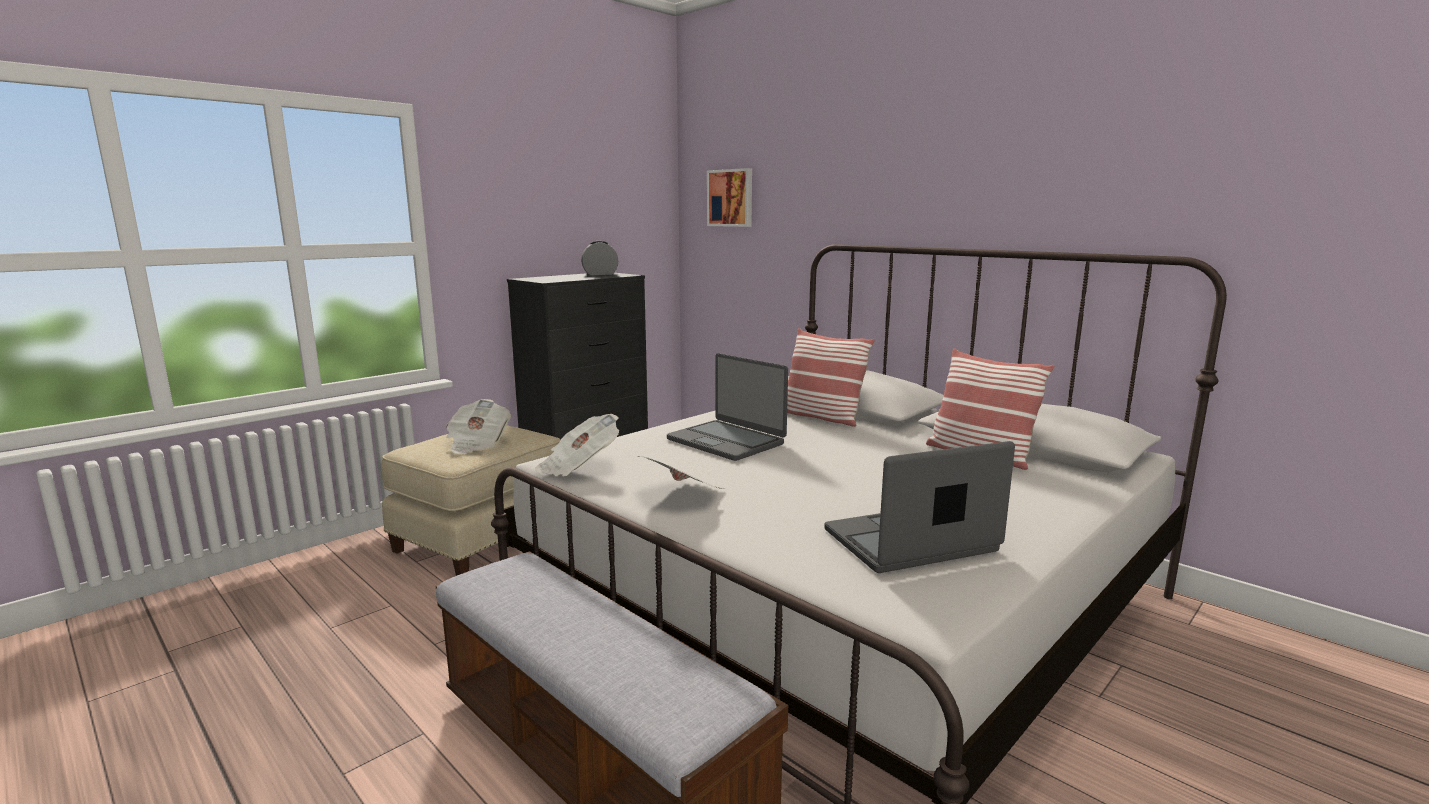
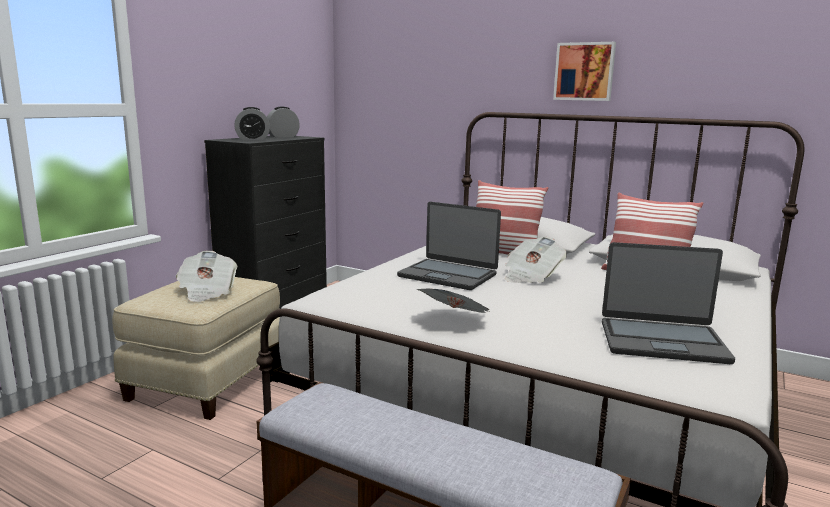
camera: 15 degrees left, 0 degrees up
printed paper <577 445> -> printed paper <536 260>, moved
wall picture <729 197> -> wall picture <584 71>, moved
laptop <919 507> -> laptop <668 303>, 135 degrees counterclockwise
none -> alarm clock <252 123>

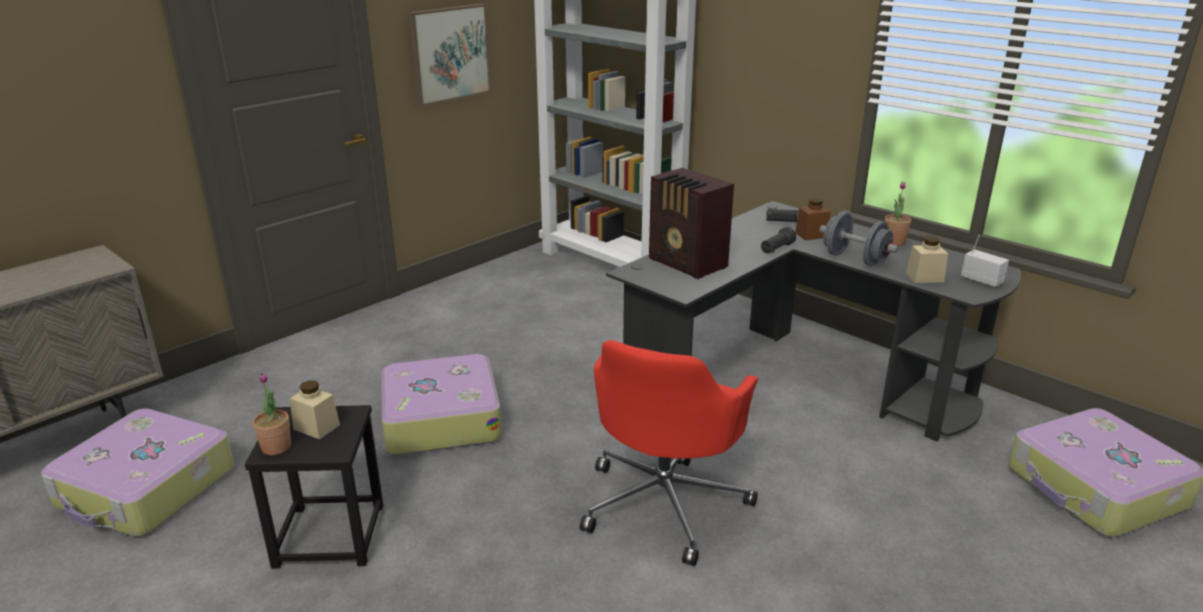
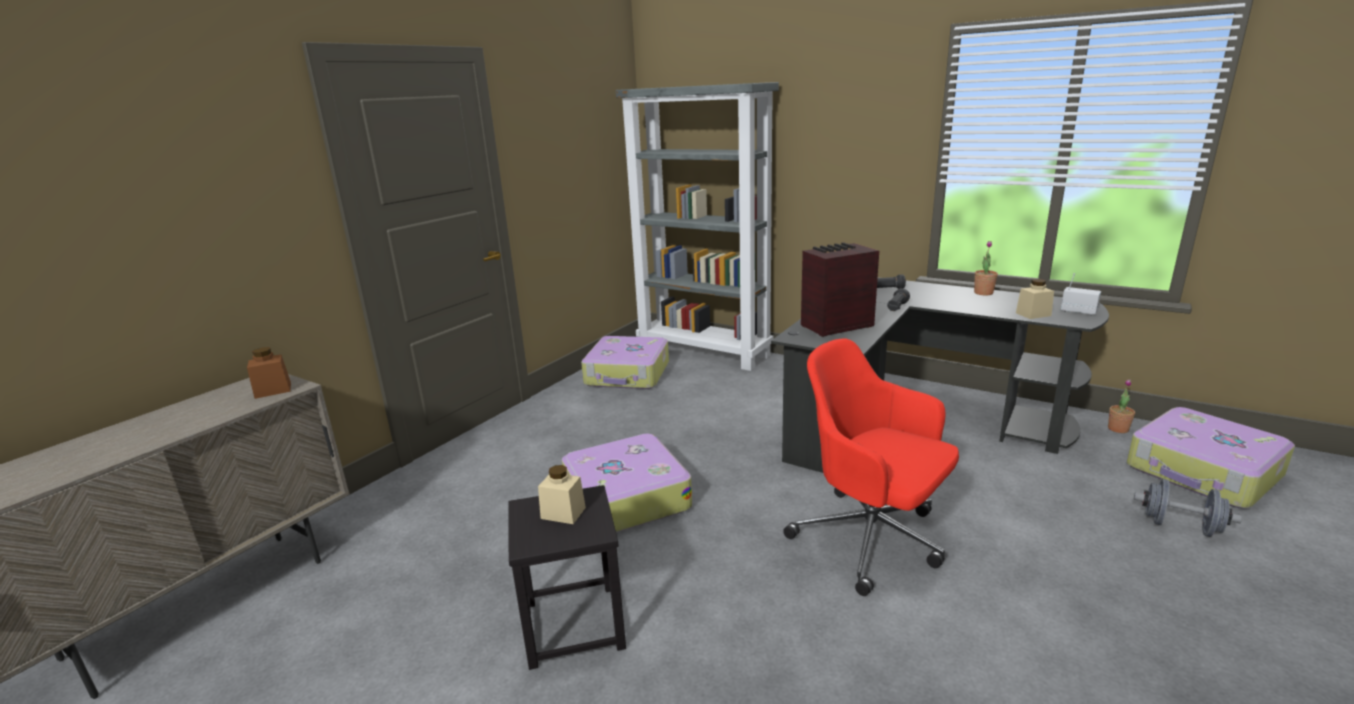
camera: 10 degrees left, 5 degrees down
travel case <137 472> -> travel case <625 362>, moved
potted plant <271 414> -> potted plant <1121 406>, moved
wall picture <450 55> -> none
desk chair/red-coloured <669 453> -> desk chair/red-coloured <871 467>, 120 degrees clockwise
radio set <691 223> -> radio set <840 289>, 120 degrees clockwise
preserve jar/brown <813 219> -> preserve jar/brown <269 373>, moved
hand weight/grey <859 239> -> hand weight/grey <1188 508>, moved

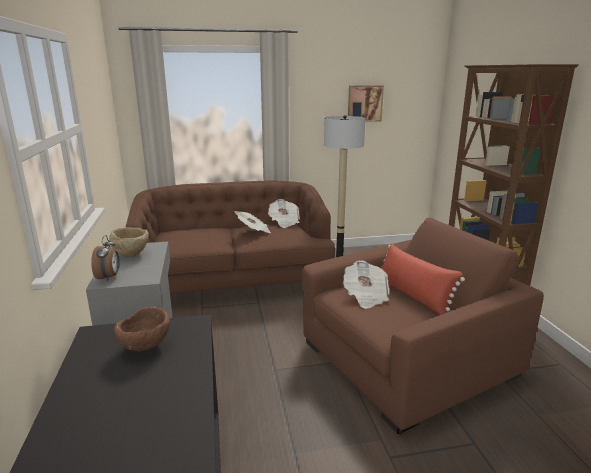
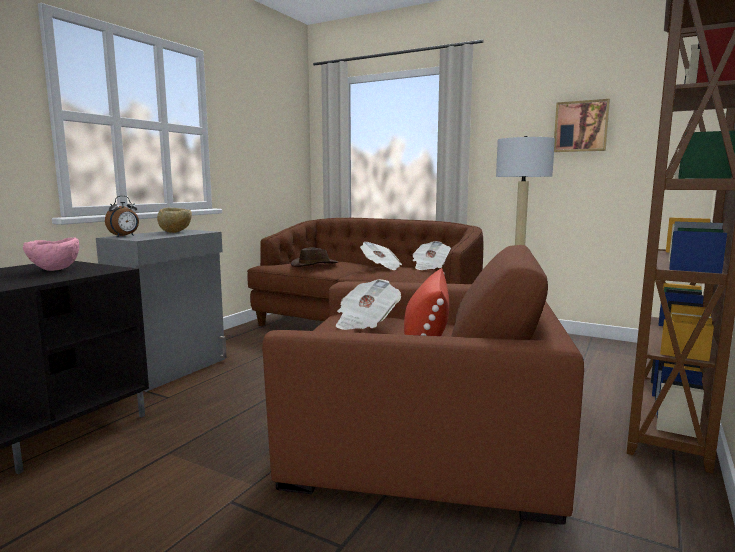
camera: 40 degrees right, 10 degrees down
serving bowl/brown <142 329> -> serving bowl/pinkish <51 254>
none -> wearable hat/brown <314 257>

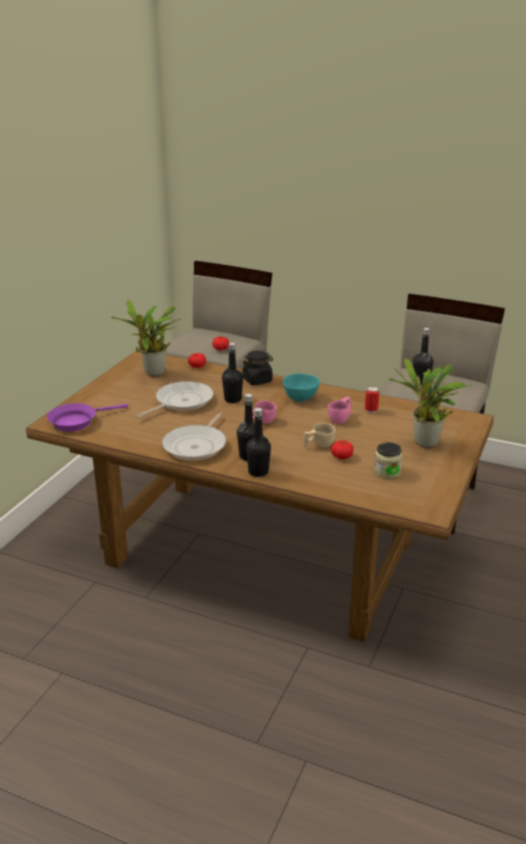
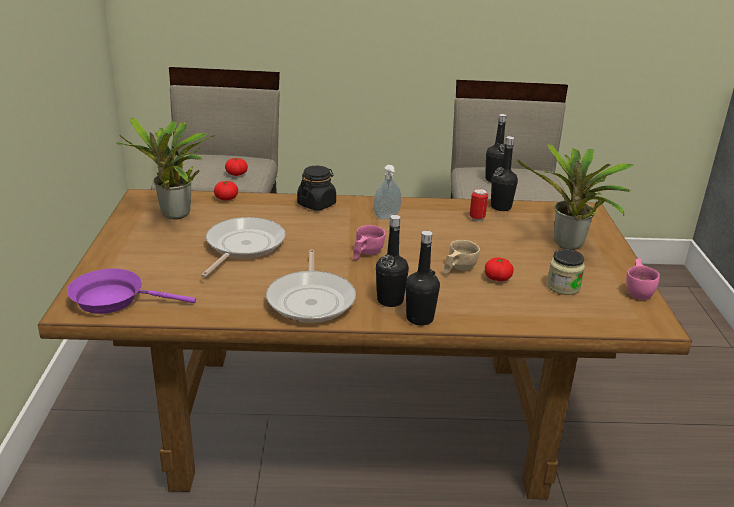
camera: 25 degrees left, 0 degrees up
skillet/purple <87 417> -> skillet/purple <131 291>, 60 degrees clockwise
bottle/black-coloured <232 373> -> bottle/black-coloured <504 173>, moved
serving bowl/turquoise-coloured <301 387> -> soap dispenser <388 192>
drinking cup/pinkish <339 410> -> drinking cup/pinkish <643 279>, moved

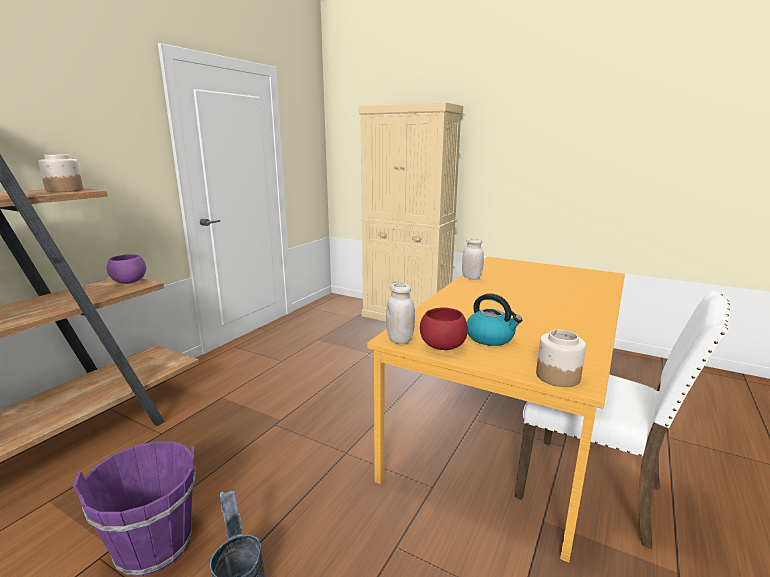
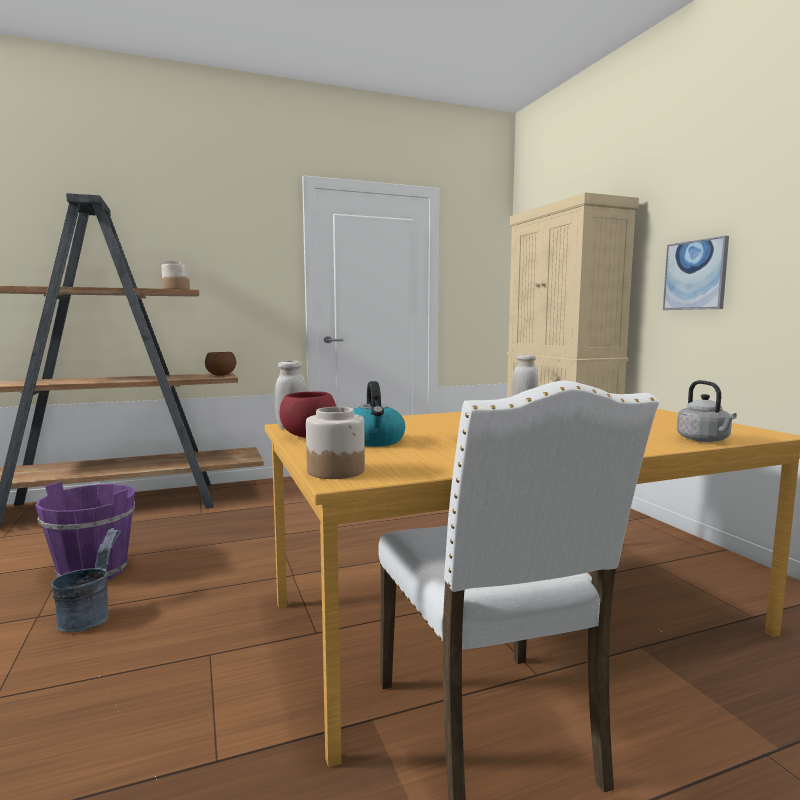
camera: 40 degrees right, 10 degrees down
serving bowl/purple <126 269> -> serving bowl/brown <220 364>
none -> wall picture <696 273>
none -> tea kettle/grey <707 411>

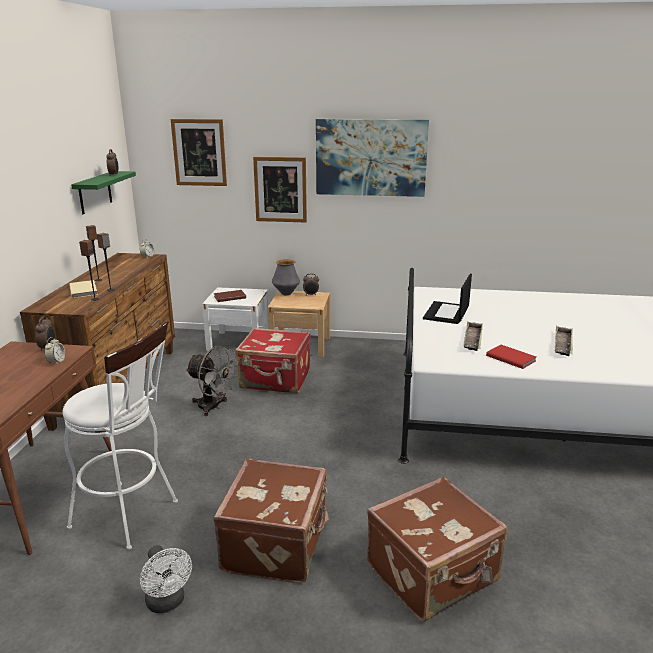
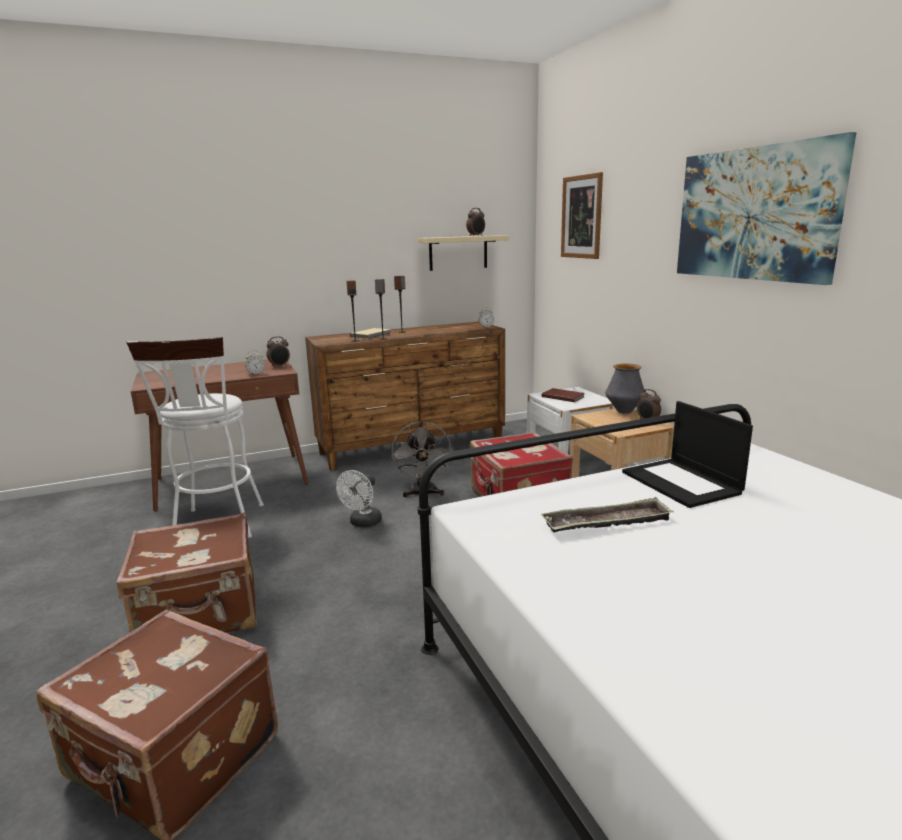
camera: 60 degrees right, 5 degrees down
shelf/green-coloured <103 192> -> shelf/sand-coloured <463 253>
cooling fan/whitish <166 579> -> cooling fan/whitish <359 499>, moved
wall picture <280 189> -> none
laptop <447 299> -> laptop <687 454>, 105 degrees counterclockwise
book/red-coloured <511 357> -> none
tray <564 341> -> none

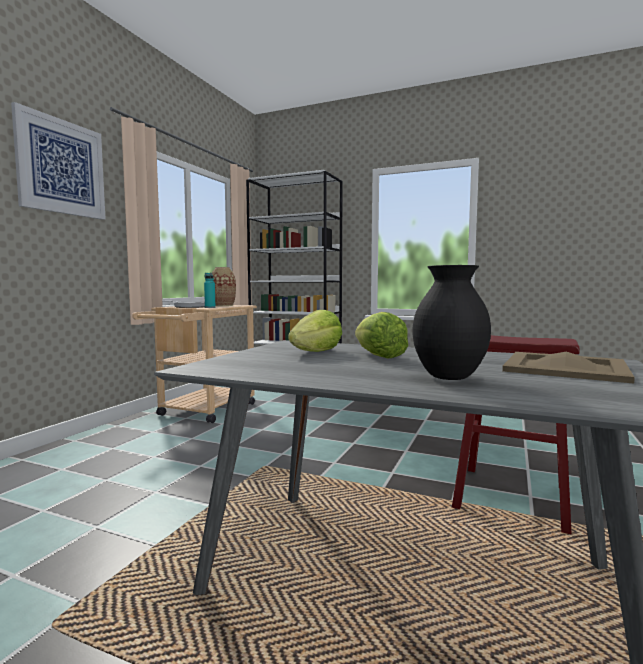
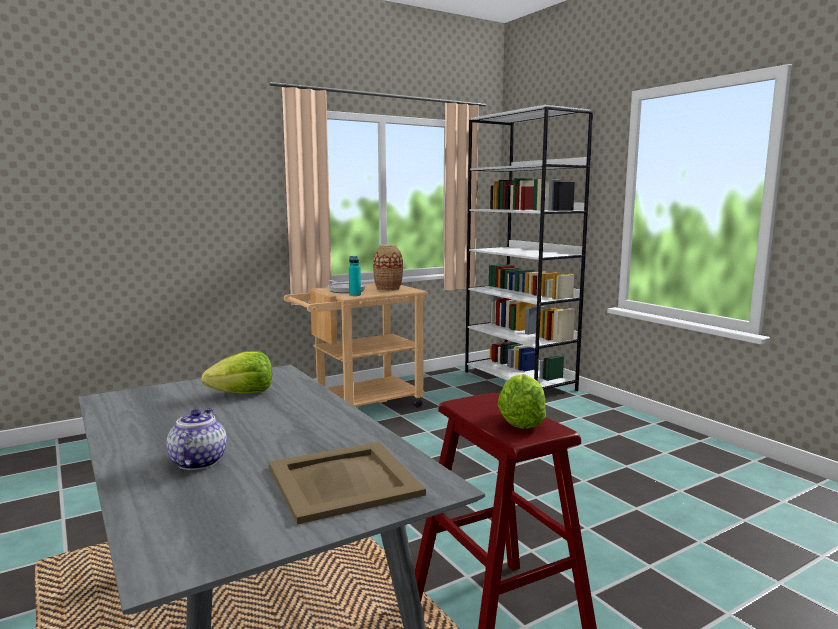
camera: 35 degrees right, 5 degrees up
wall picture <58 161> -> none
head of lettuce <381 335> -> head of lettuce <522 401>, moved
decorative vase/black-coloured <452 322> -> pot for tea <196 439>

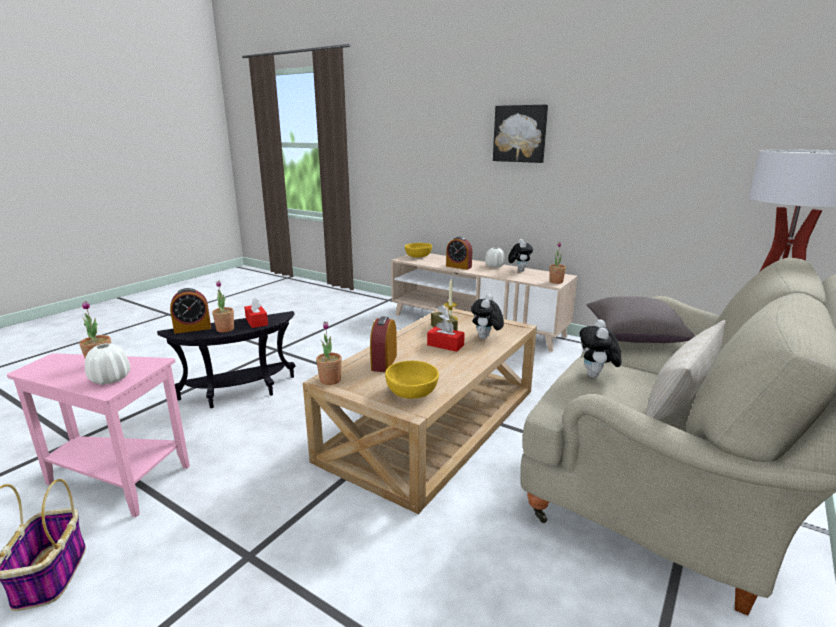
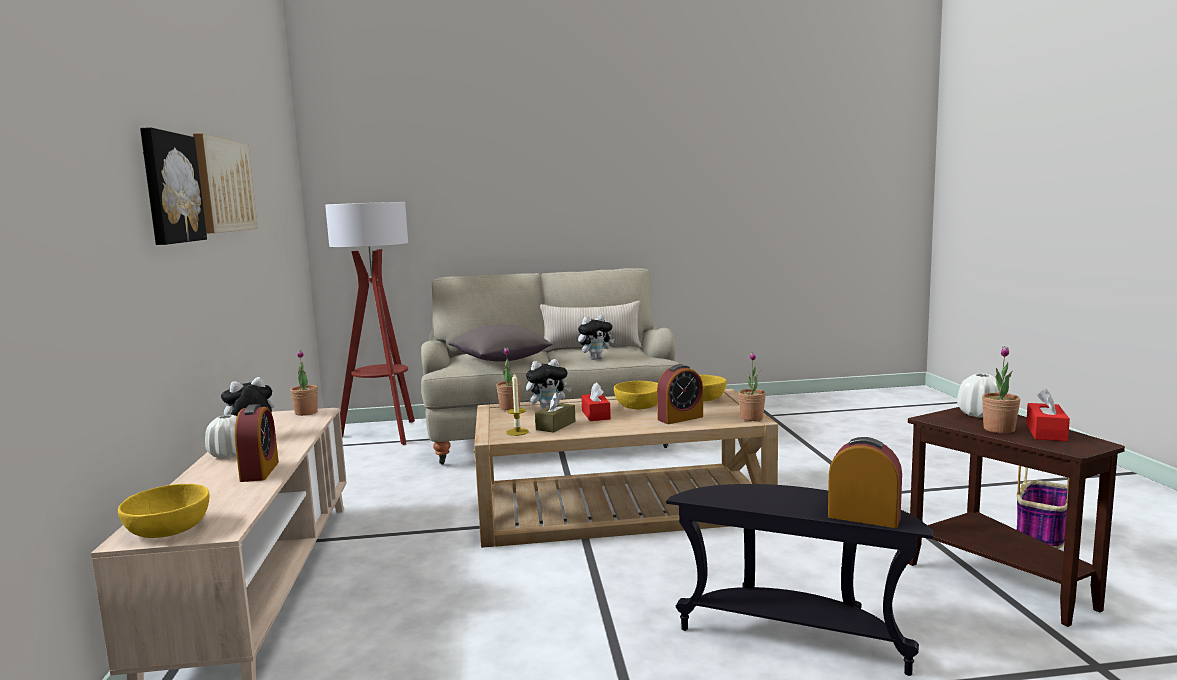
camera: 130 degrees left, 10 degrees down
side table/pinkish <98 435> -> side table/brown <1016 517>
potted plant <223 306> -> potted plant <508 378>, moved
box of tissues/red-coloured <256 313> -> box of tissues/red-coloured <1048 414>, moved
none -> wall picture <225 183>
none -> serving bowl/yellow-coloured <636 395>

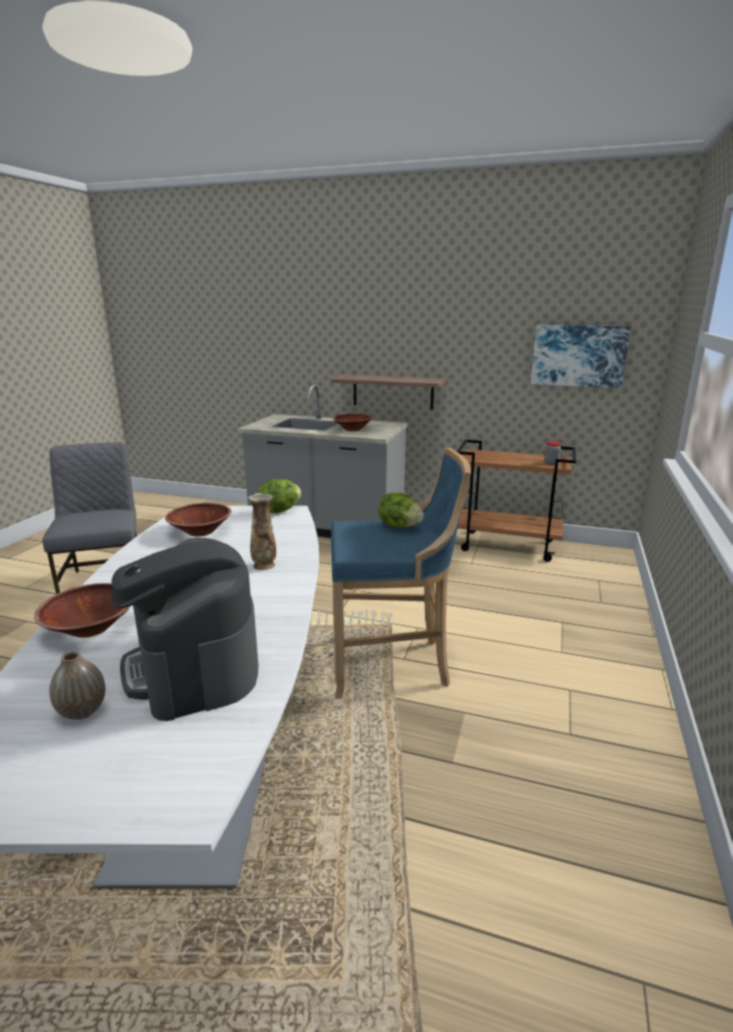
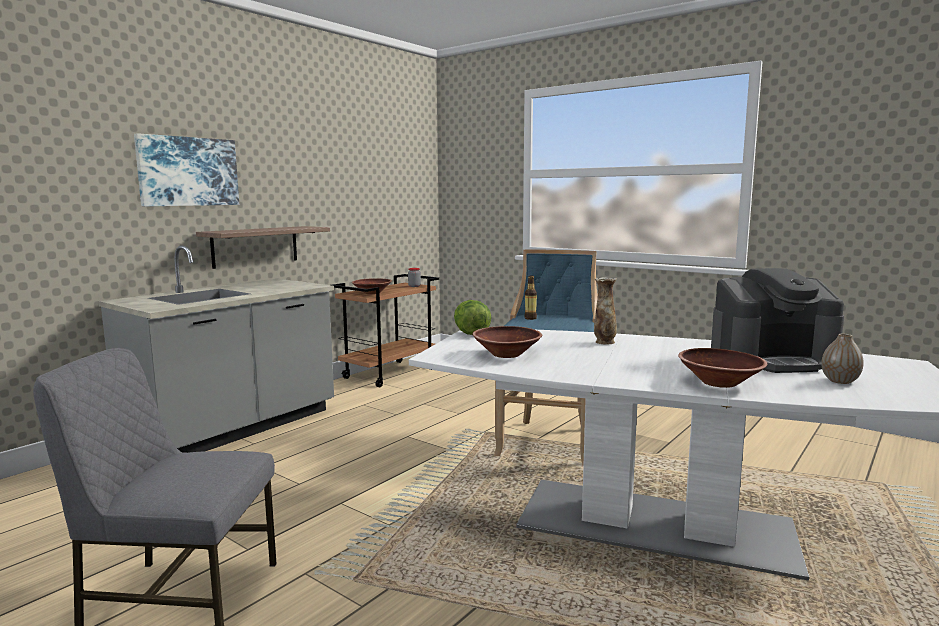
camera: 70 degrees left, 10 degrees down
serving bowl/brown <353 422> -> serving bowl/brown <372 286>, moved
head of lettuce <401 510> -> bottle <531 298>
wall picture <581 356> -> wall picture <186 169>, moved

